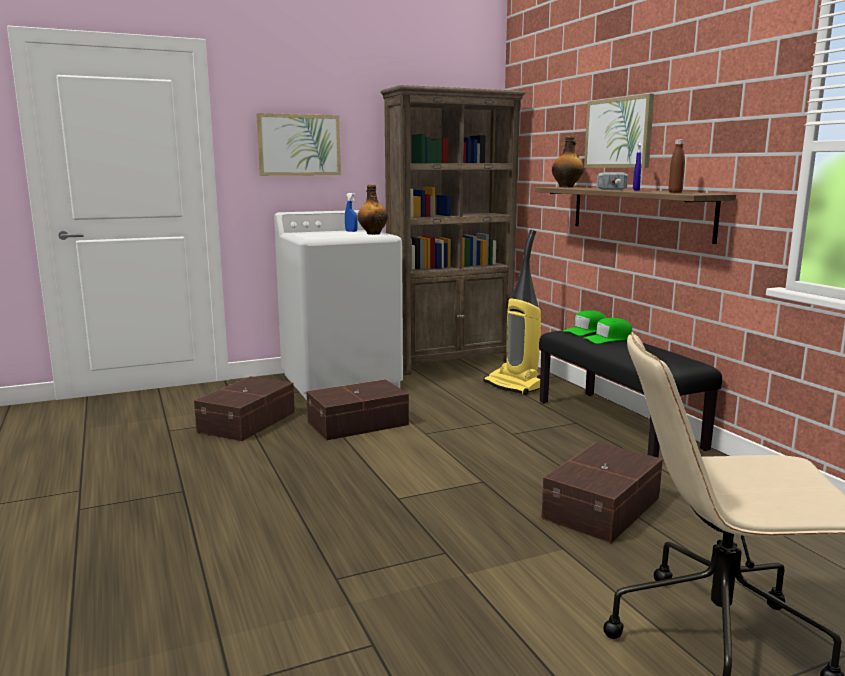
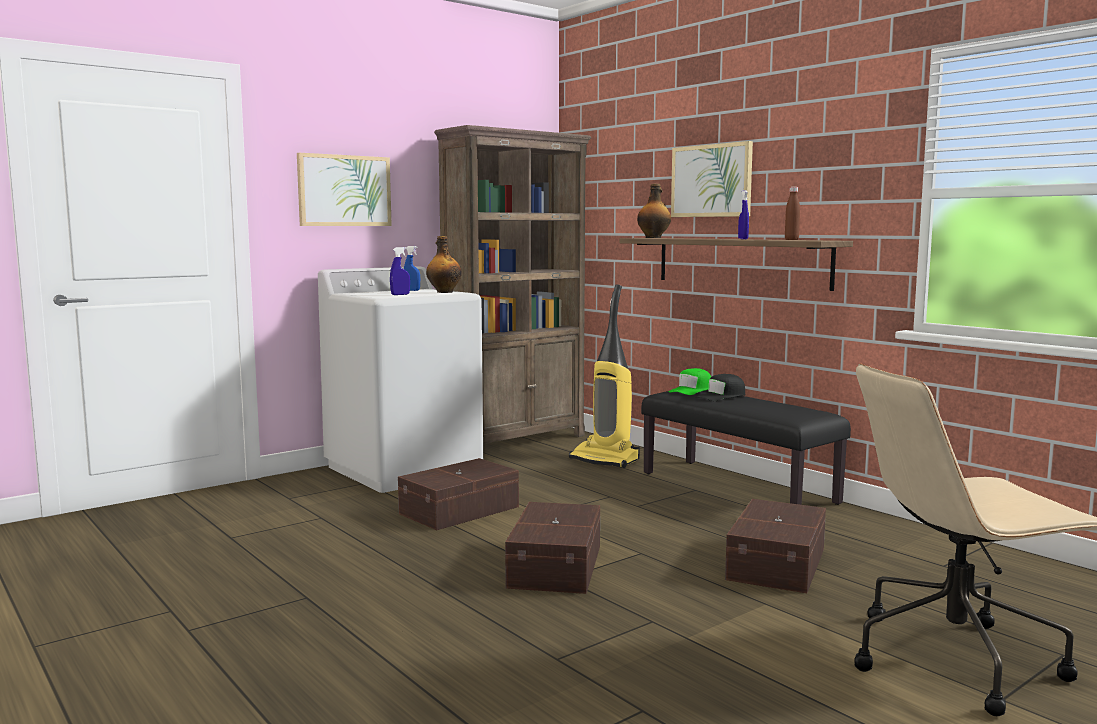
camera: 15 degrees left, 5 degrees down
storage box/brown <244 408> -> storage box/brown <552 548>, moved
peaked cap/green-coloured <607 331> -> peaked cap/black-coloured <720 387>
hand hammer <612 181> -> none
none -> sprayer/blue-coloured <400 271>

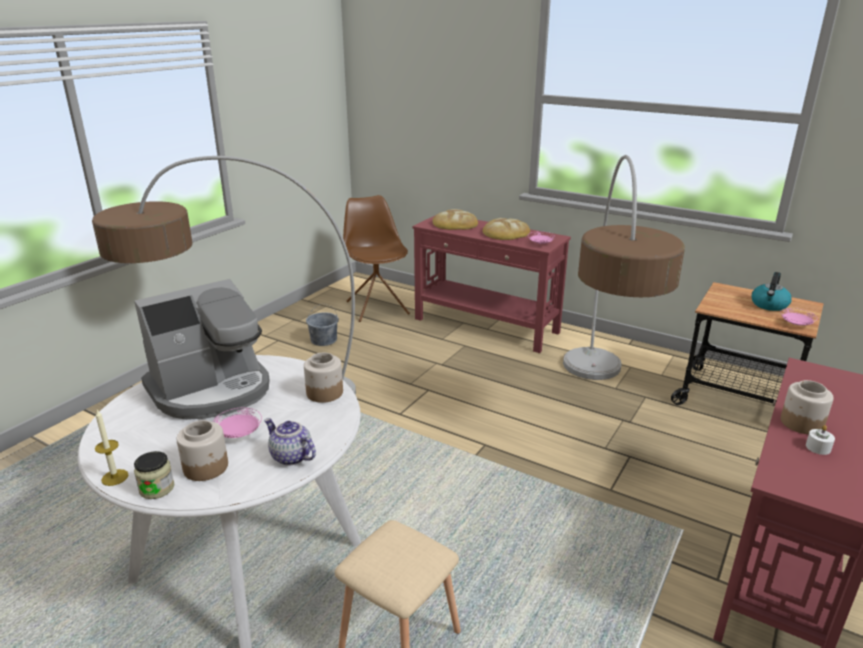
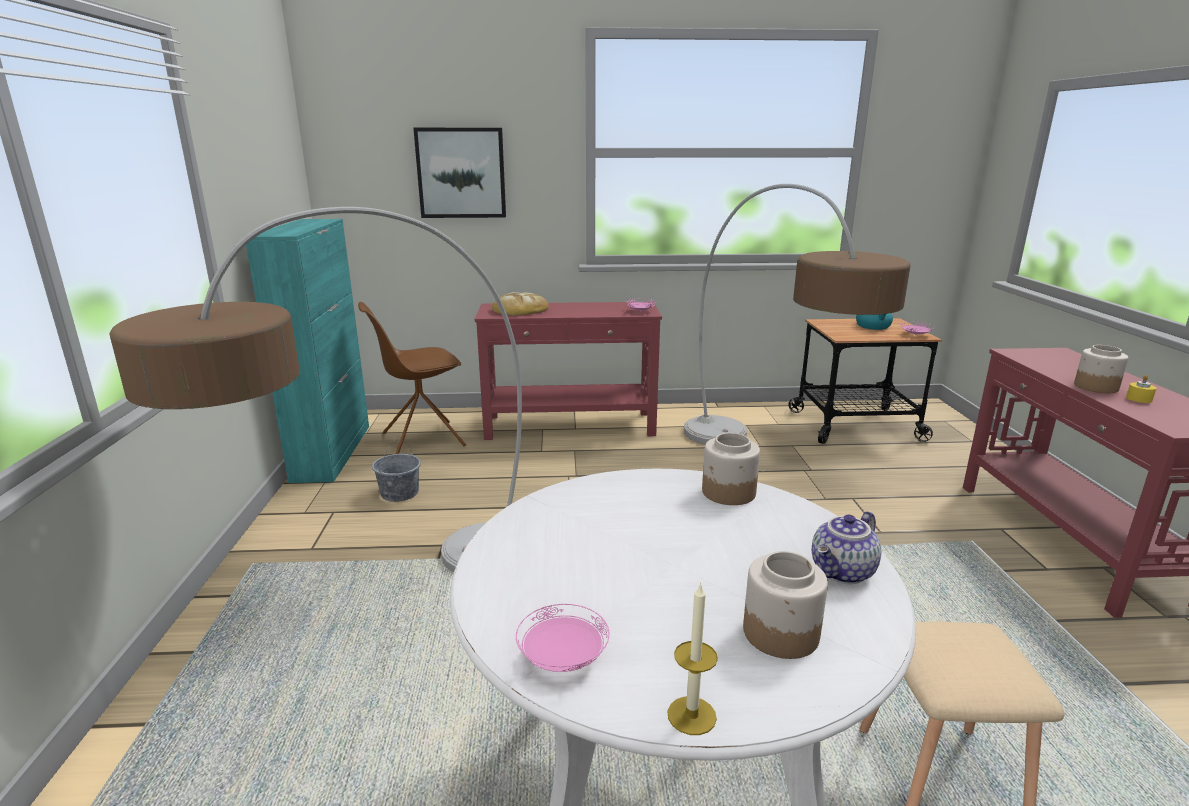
camera: 35 degrees left, 5 degrees down
coffee maker <202 349> -> none
preserve jar <154 475> -> none
dinner plate/pinkish <237 423> -> dinner plate/pinkish <563 638>, moved
pot for tea <290 442> -> pot for tea <846 547>, 45 degrees counterclockwise
chair/brown <376 258> -> chair/brown <412 378>, 60 degrees counterclockwise
bread <506 229> -> none
wax light/whitish <820 440> -> wax light/yellow-coloured <1141 389>
none -> cupboard/turquoise-coloured <307 351>
none -> wall picture <459 173>

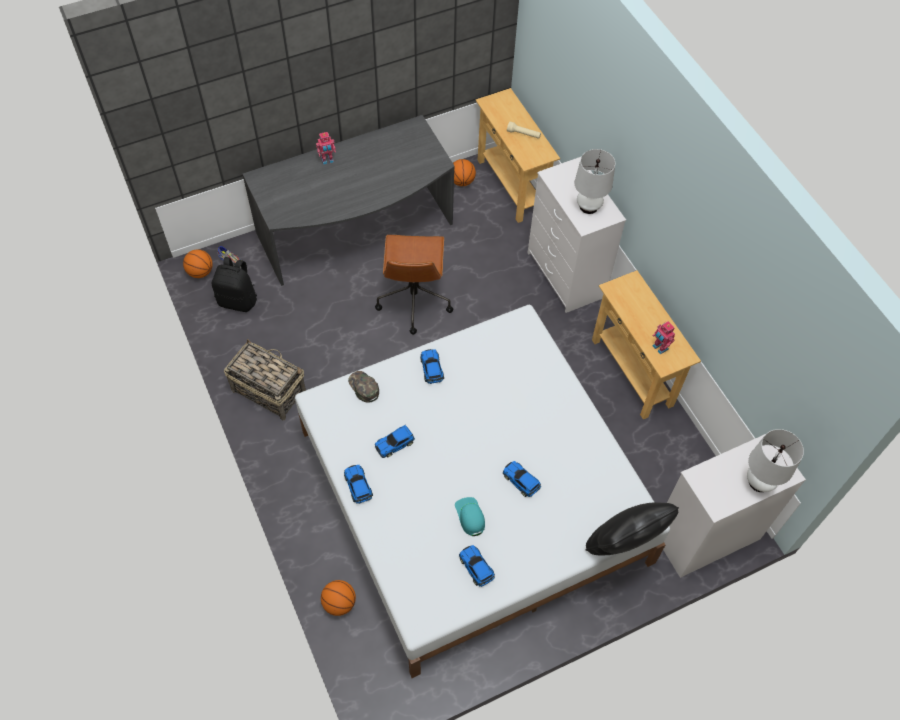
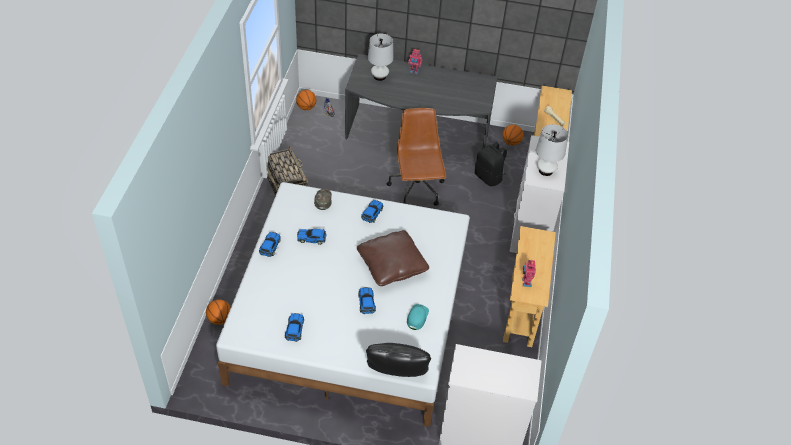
camera: 35 degrees right, 10 degrees down
rucksack/black-coloured <234 284> -> rucksack/black-coloured <491 164>, moved
desk chair/brown <414 285> -> desk chair/brown <416 157>, 135 degrees clockwise
peaked cap/turquoise-coloured <470 516> -> peaked cap/turquoise-coloured <418 317>, moved
table lamp/whitish <775 460> -> table lamp/whitish <380 57>, moved
none -> cushion/brown <393 258>

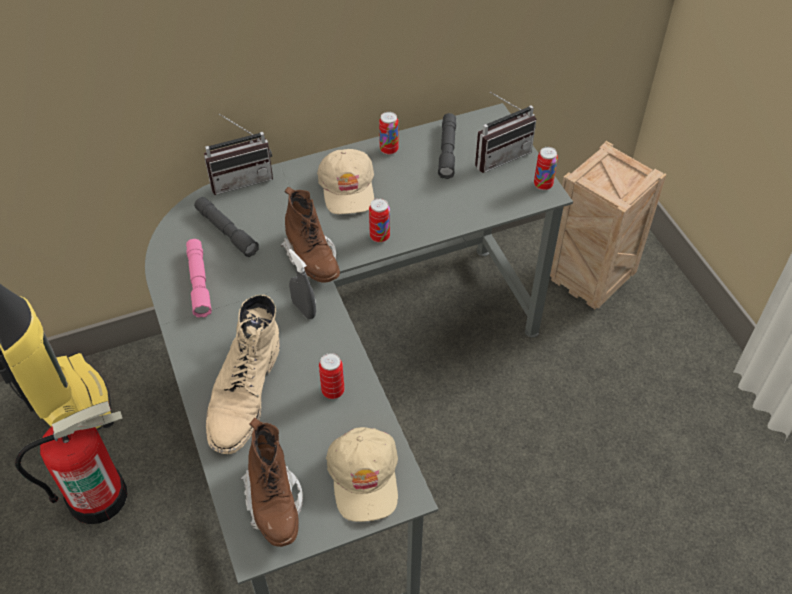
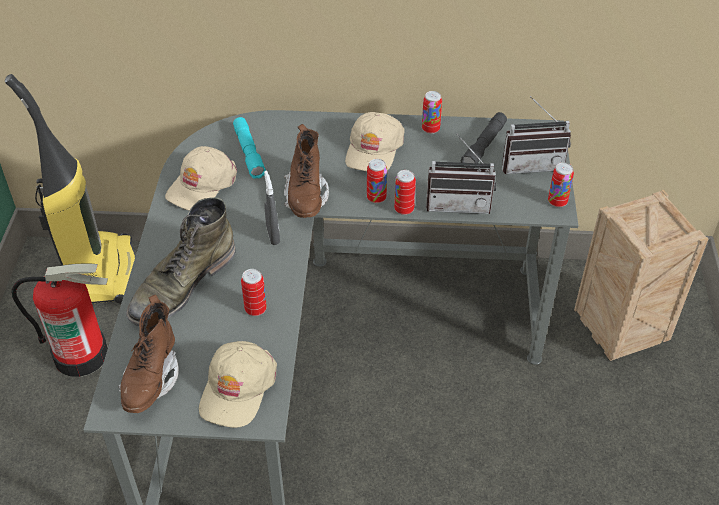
camera: 25 degrees right, 5 degrees down
torch/pinkish <199 278> -> peaked cap/sand-coloured <201 178>
torch/grey <226 227> -> torch/turquoise-coloured <249 148>
radio set <238 154> -> radio set <461 174>, moved
tall boot/sand-coloured <243 374> -> tall boot/green-coloured <181 261>
none -> sealed can <405 192>

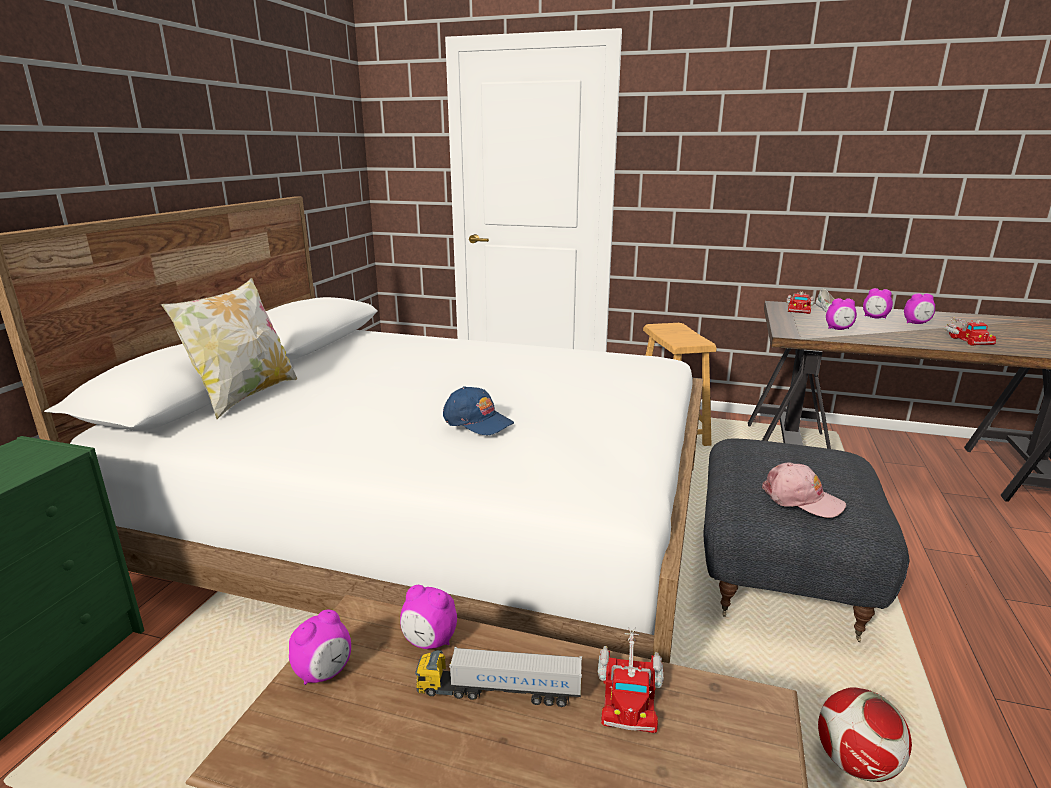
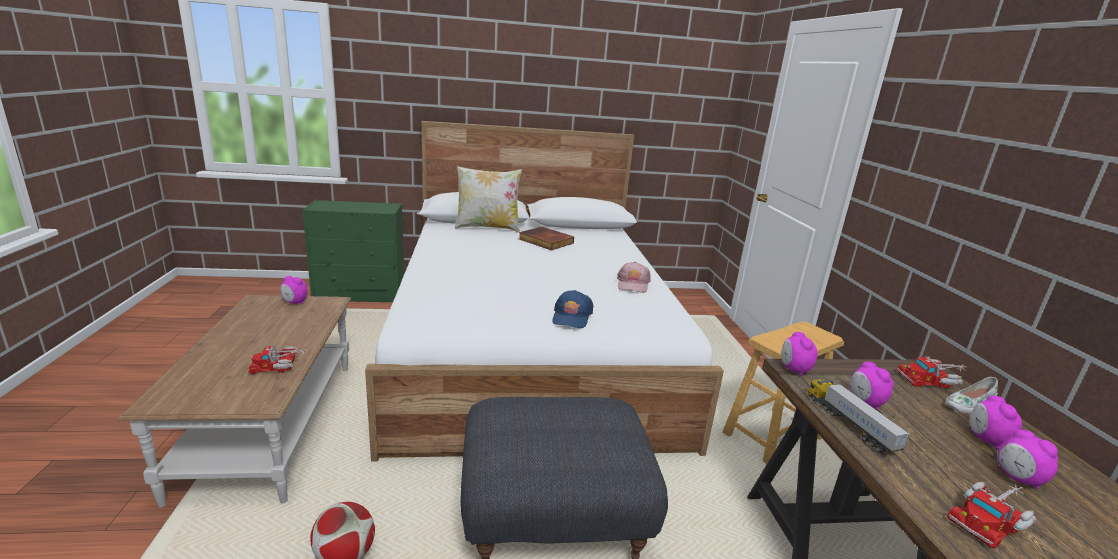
camera: 65 degrees right, 0 degrees up
alarm clock <428 617> -> alarm clock <799 354>, moved
model truck <498 677> -> model truck <859 416>, moved
peaked cap/blue-coloured <478 410> -> peaked cap/blue-coloured <572 309>, moved
peaked cap/pinkish <804 490> -> peaked cap/pinkish <634 277>, moved
none -> book <546 238>

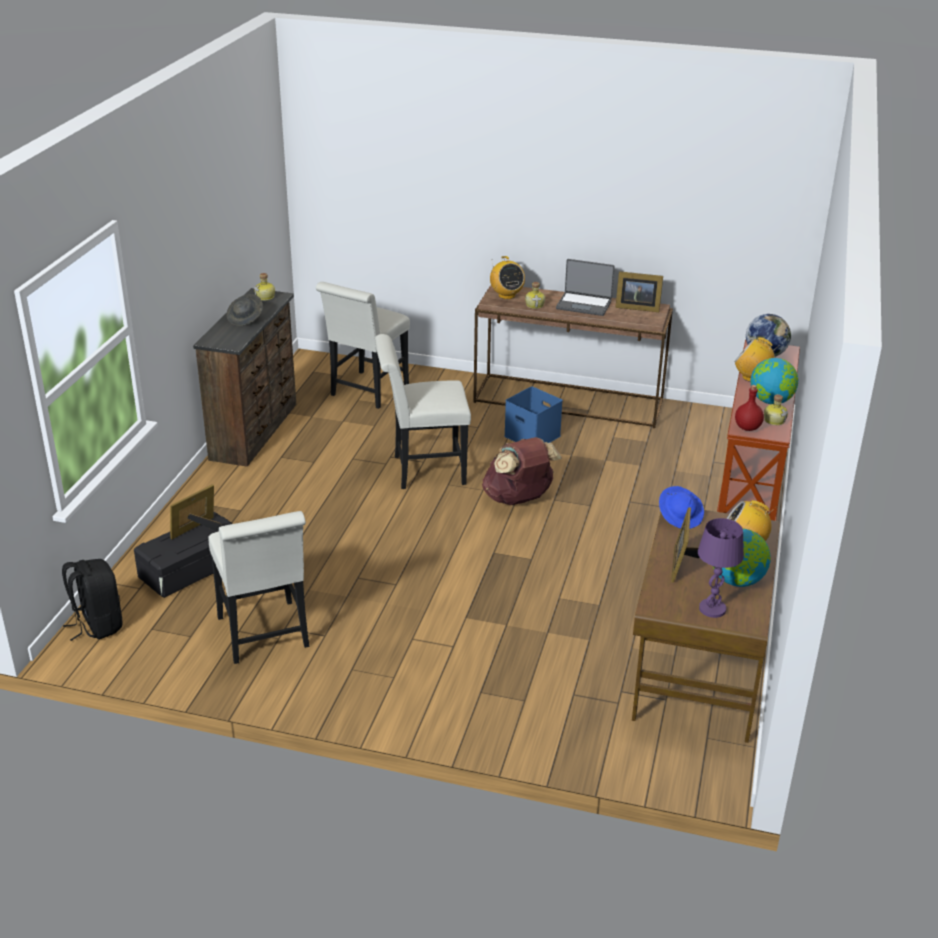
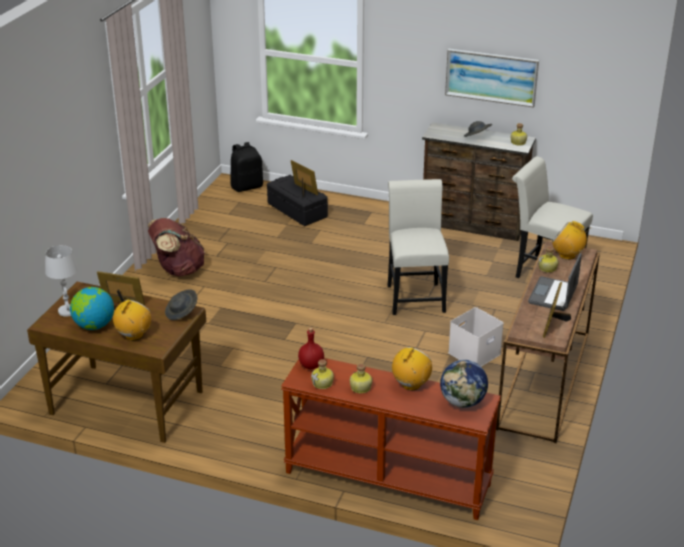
camera: 95 degrees right, 0 degrees up
chair/whitish <258 587> -> none
rucksack/brown <522 471> -> rucksack/brown <176 247>, moved
radio set <507 277> -> radio set <569 240>, 45 degrees clockwise
storage box/blue-coloured <533 414> -> storage box/whitish <476 336>
wearable hat/blue-coloured <681 507> -> wearable hat/grey <181 304>
table lamp/purple <721 568> -> table lamp/whitish <61 281>
desk globe <774 381> -> bottle <361 378>
none -> wall picture <492 78>

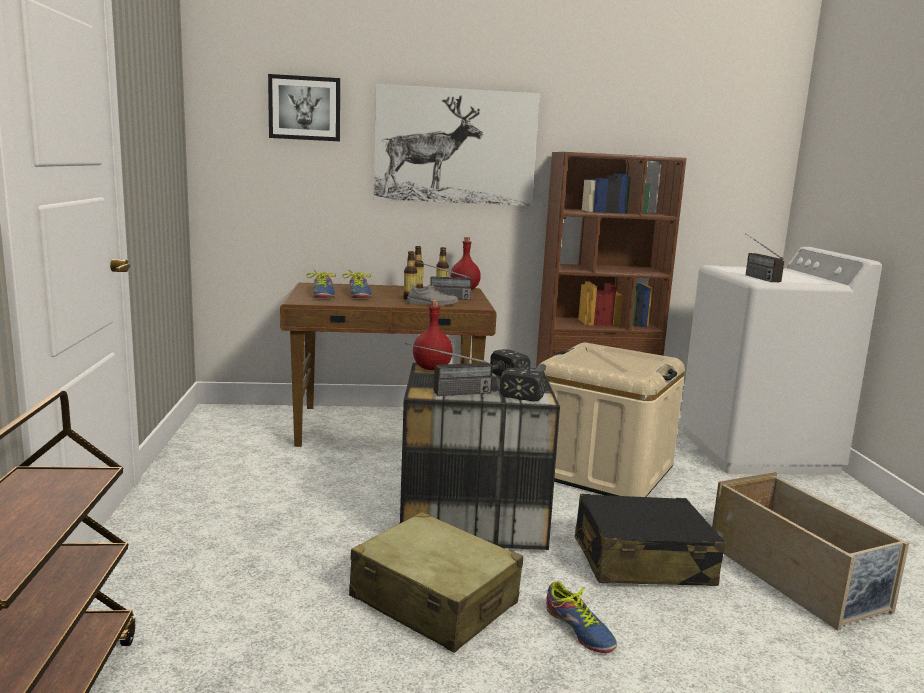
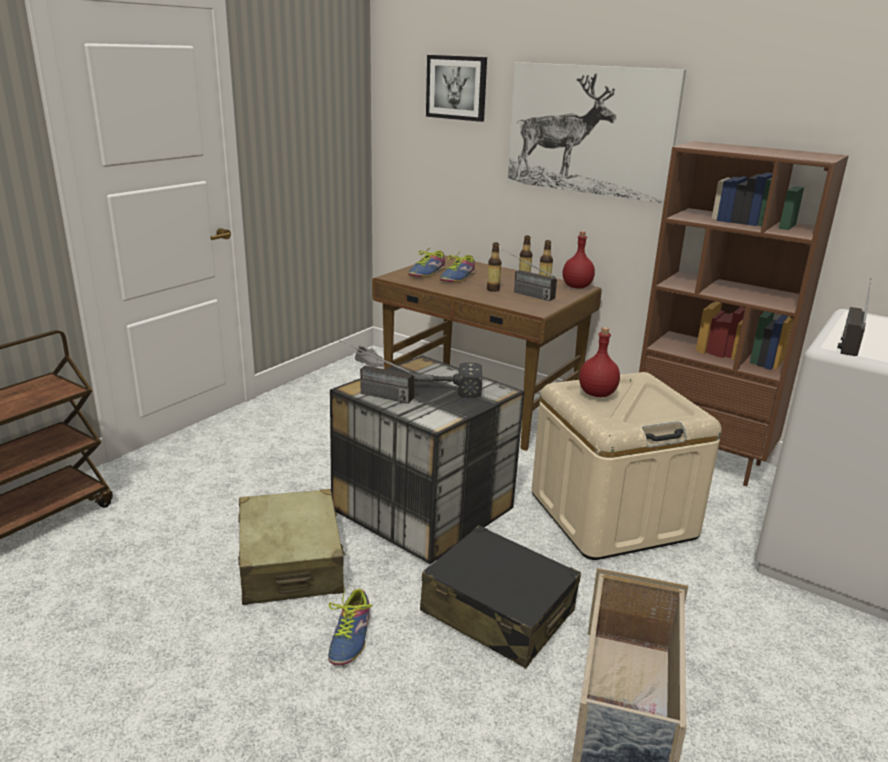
camera: 40 degrees right, 10 degrees up
item of footwear/grey <432 295> -> item of footwear/grey <369 356>, moved
bottle/red-coloured <433 335> -> bottle/red-coloured <599 362>, moved
hand hammer <523 382> -> none

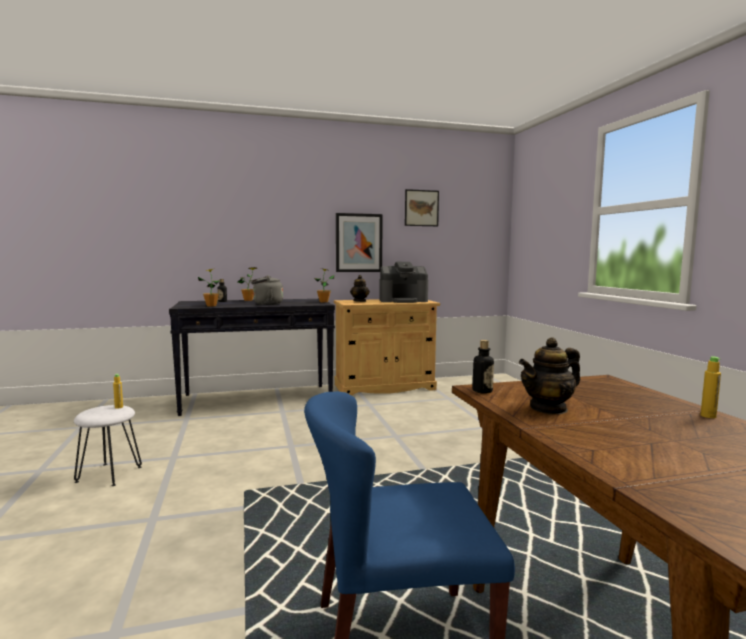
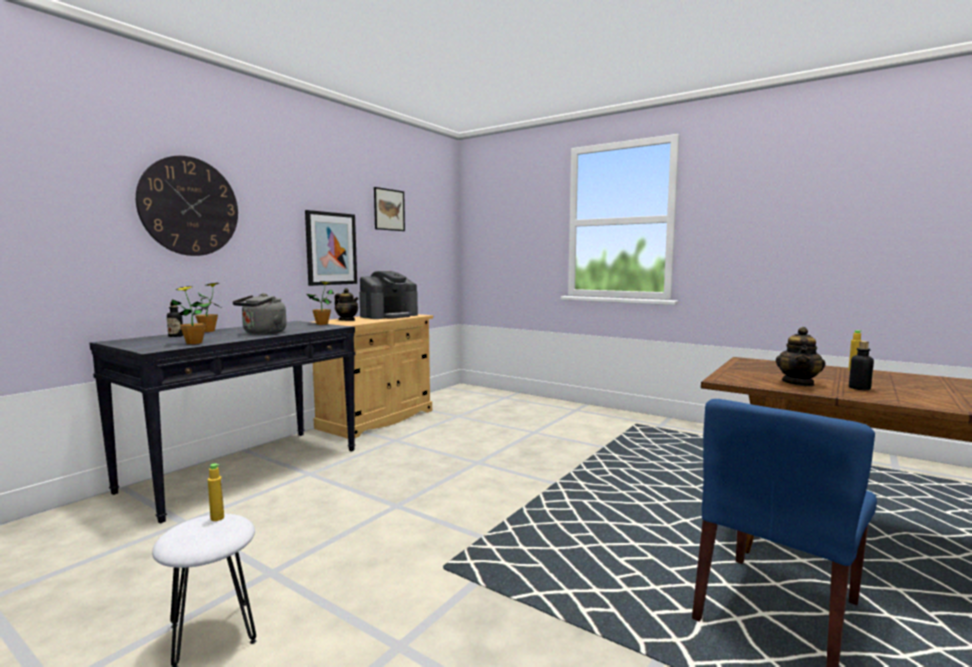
camera: 40 degrees left, 0 degrees up
bottle <483 367> -> bottle <861 365>, moved
none -> clock on the wall <187 206>

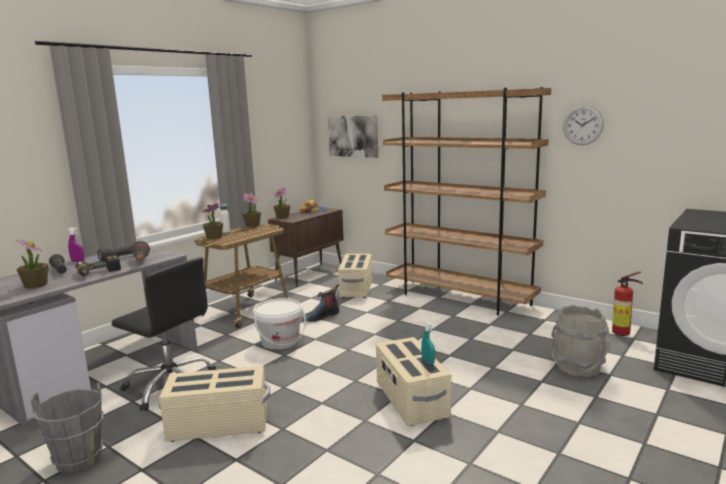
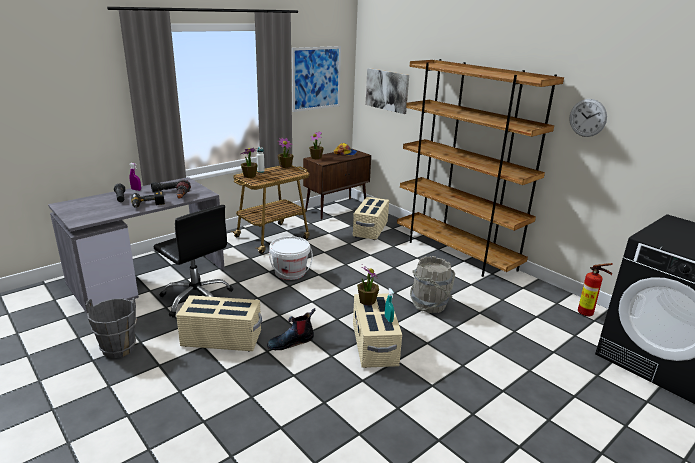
camera: 10 degrees right, 10 degrees up
potted plant <32 263> -> potted plant <368 285>, moved
tall boot <320 303> -> tall boot <291 329>, moved
bucket/grey <581 341> -> bucket/grey <432 284>, moved
none -> wall picture <316 79>

